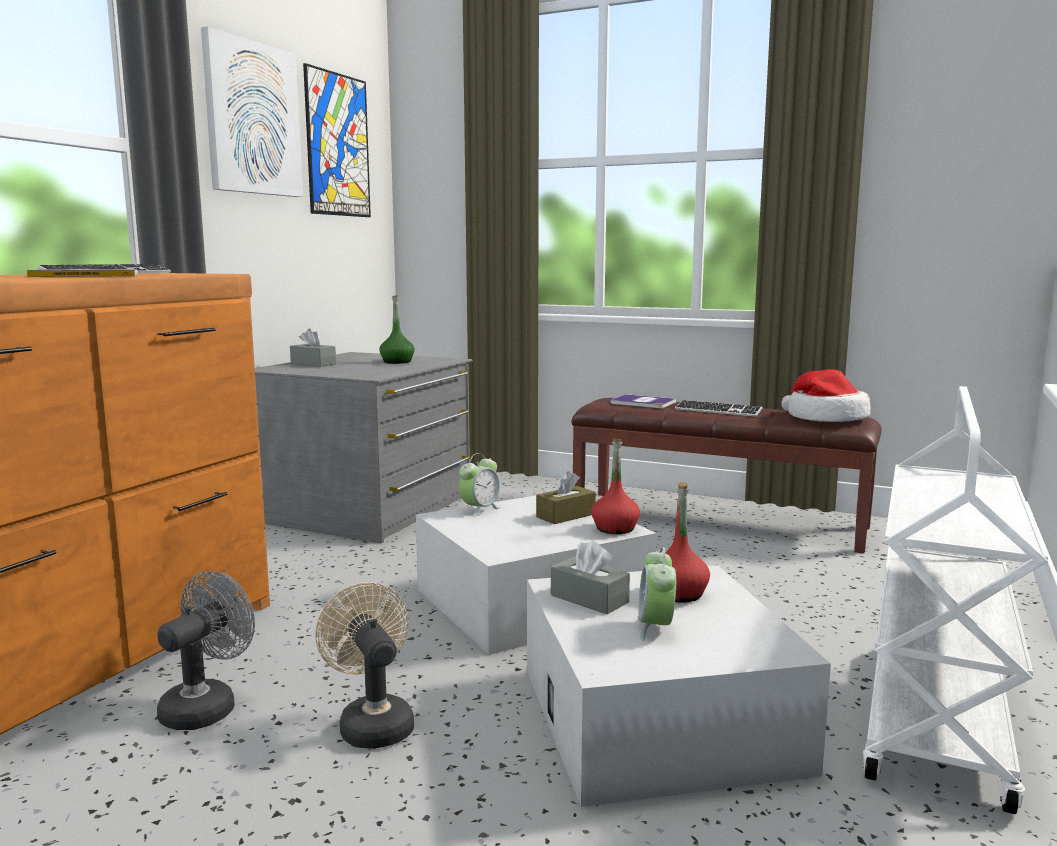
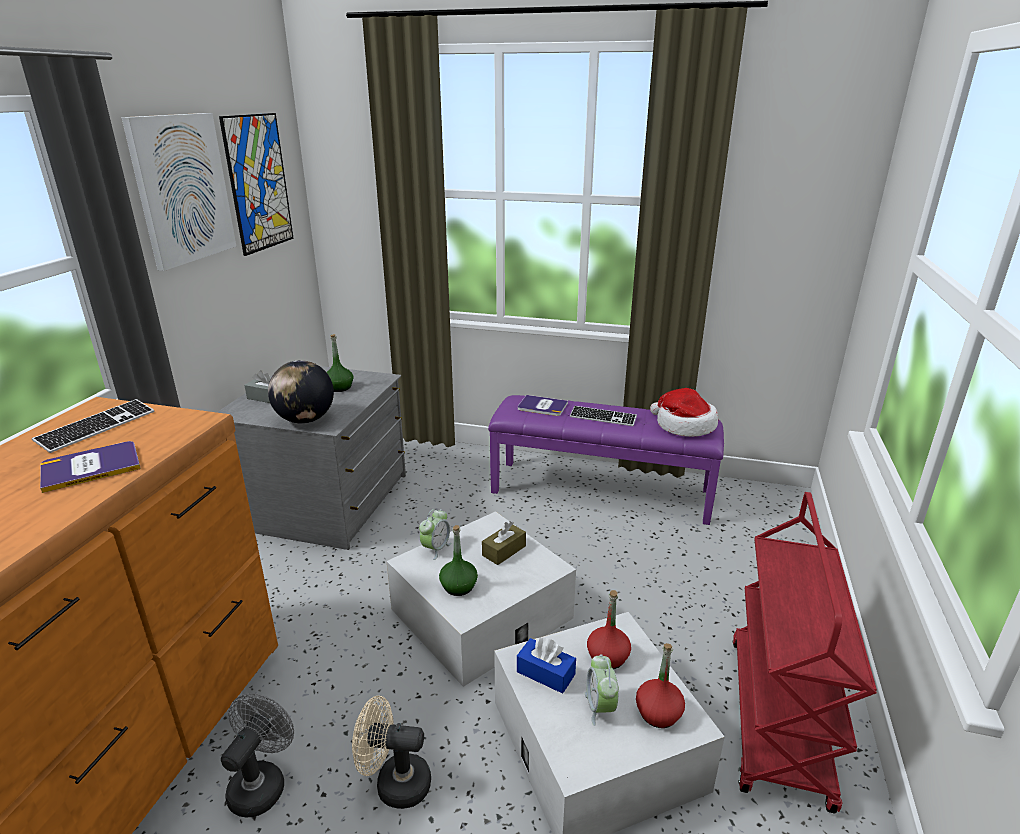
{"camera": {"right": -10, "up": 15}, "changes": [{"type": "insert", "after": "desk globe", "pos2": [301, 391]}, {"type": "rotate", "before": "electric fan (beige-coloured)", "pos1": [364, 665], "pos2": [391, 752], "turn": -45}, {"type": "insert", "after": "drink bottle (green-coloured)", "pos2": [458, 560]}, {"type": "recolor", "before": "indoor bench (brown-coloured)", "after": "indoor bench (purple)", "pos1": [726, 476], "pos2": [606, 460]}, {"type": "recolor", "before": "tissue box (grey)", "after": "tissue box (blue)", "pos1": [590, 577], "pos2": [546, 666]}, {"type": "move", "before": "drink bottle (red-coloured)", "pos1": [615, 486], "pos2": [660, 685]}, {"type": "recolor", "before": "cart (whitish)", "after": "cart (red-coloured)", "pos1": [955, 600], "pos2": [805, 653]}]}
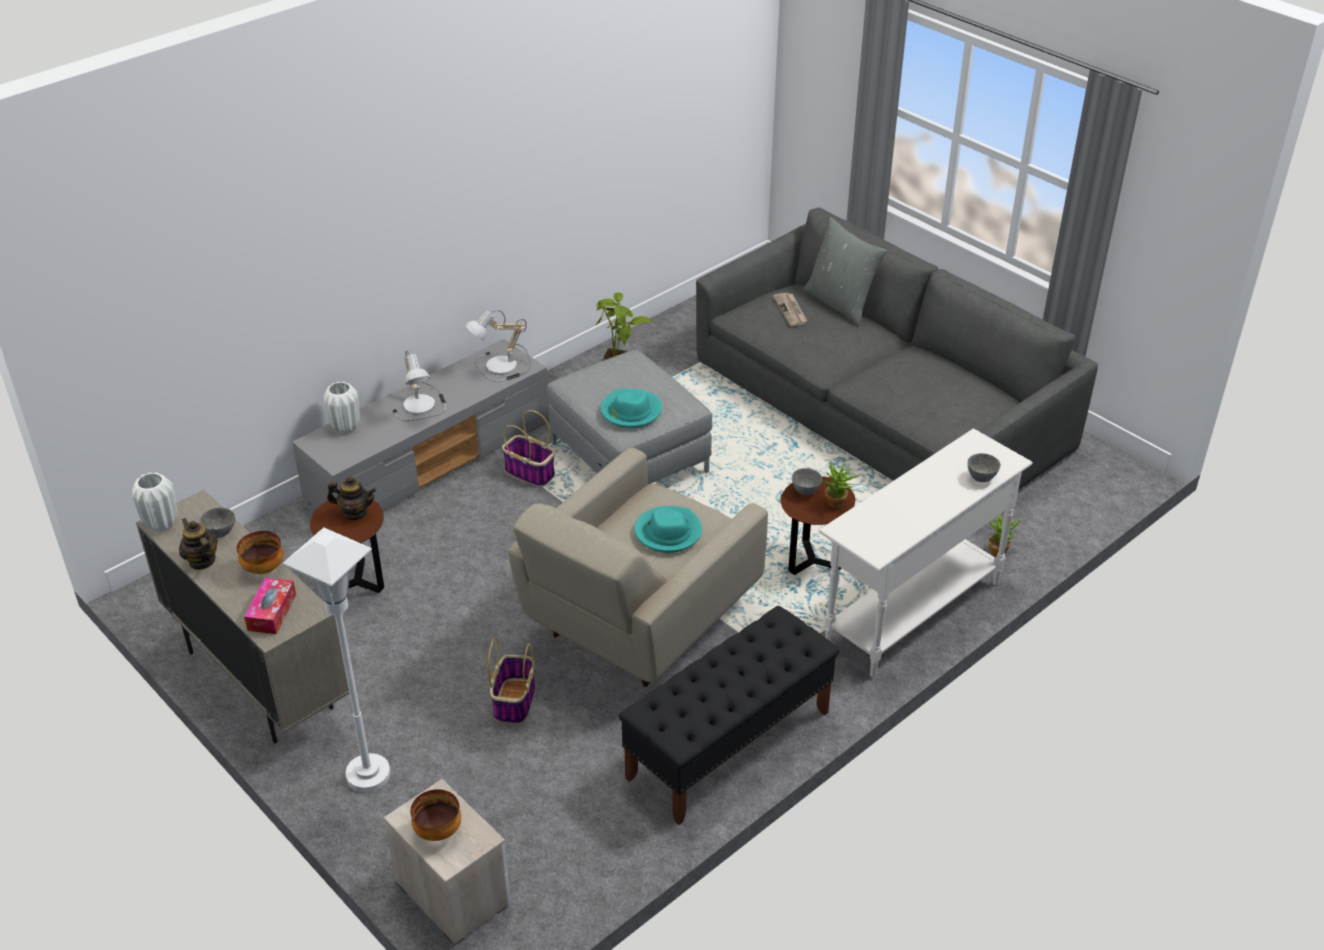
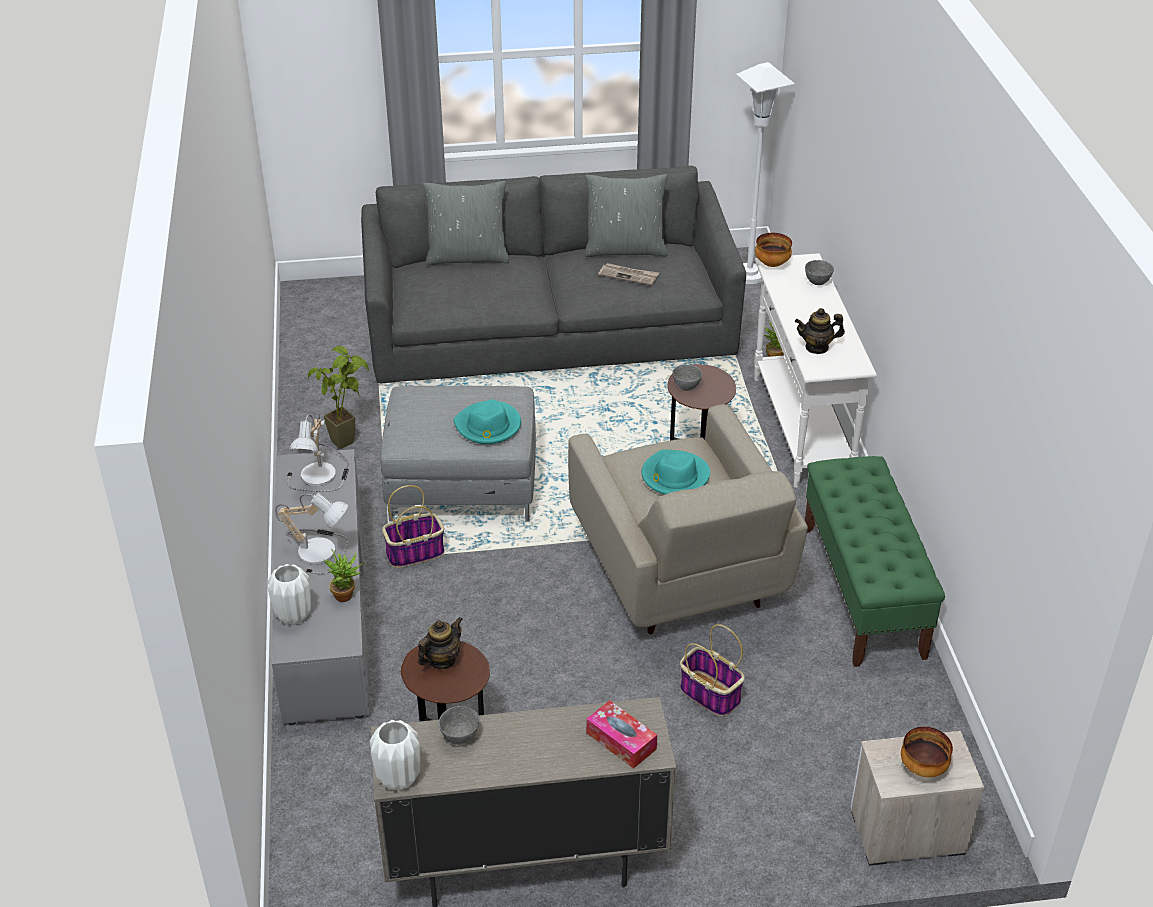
{"camera": {"right": -55, "up": 0}, "changes": [{"type": "move", "before": "potted plant", "pos1": [841, 484], "pos2": [344, 575]}, {"type": "insert", "after": "pillow (grey)", "pos2": [626, 215]}, {"type": "move", "before": "daily paper", "pos1": [790, 309], "pos2": [628, 274]}, {"type": "move", "before": "standing lamp (whitish)", "pos1": [336, 659], "pos2": [765, 173]}, {"type": "move", "before": "deep dish", "pos1": [260, 552], "pos2": [773, 250]}, {"type": "move", "before": "teapot", "pos1": [198, 544], "pos2": [820, 331]}, {"type": "recolor", "before": "indoor bench (black-coloured)", "after": "indoor bench (green-coloured)", "pos1": [729, 715], "pos2": [875, 561]}]}
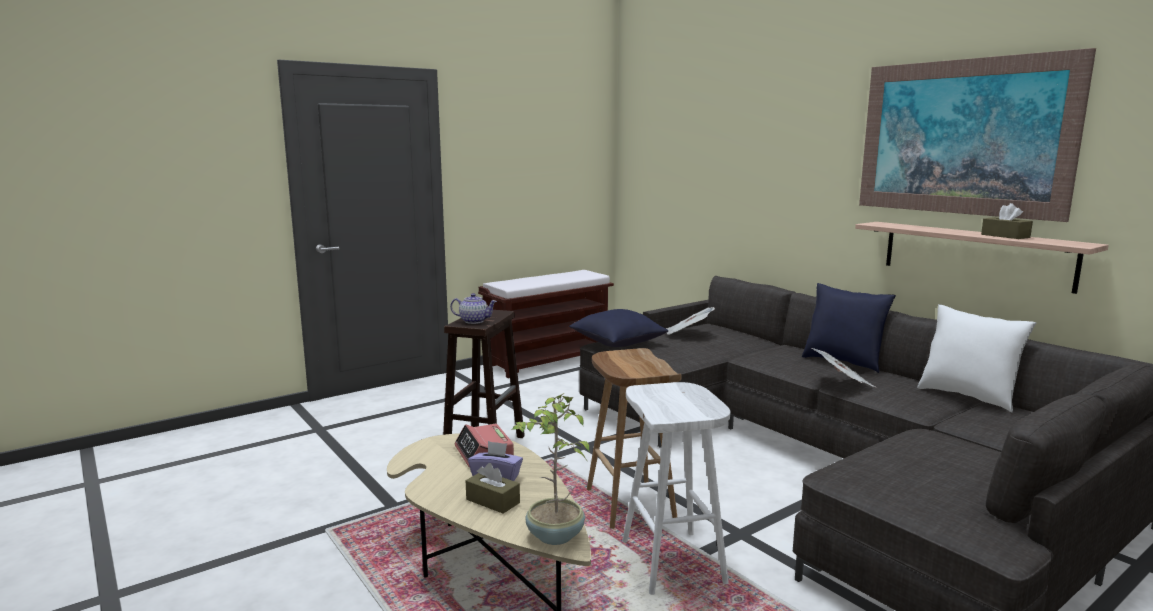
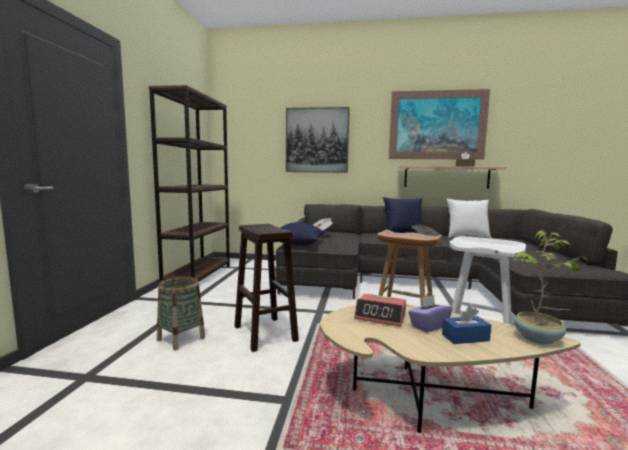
{"camera": {"right": -45, "up": -5}, "changes": [{"type": "replace", "before": "indoor bench (brown-coloured)", "after": "shelving unit (brown-coloured)", "pos1": [546, 324], "pos2": [189, 183]}, {"type": "insert", "after": "storage basket", "pos2": [181, 313]}, {"type": "insert", "after": "picture", "pos2": [318, 140]}, {"type": "recolor", "before": "tissue box (brown-coloured)", "after": "tissue box (blue)", "pos1": [493, 488], "pos2": [466, 325]}, {"type": "delete", "before": "teapot", "pos1": [473, 308]}]}
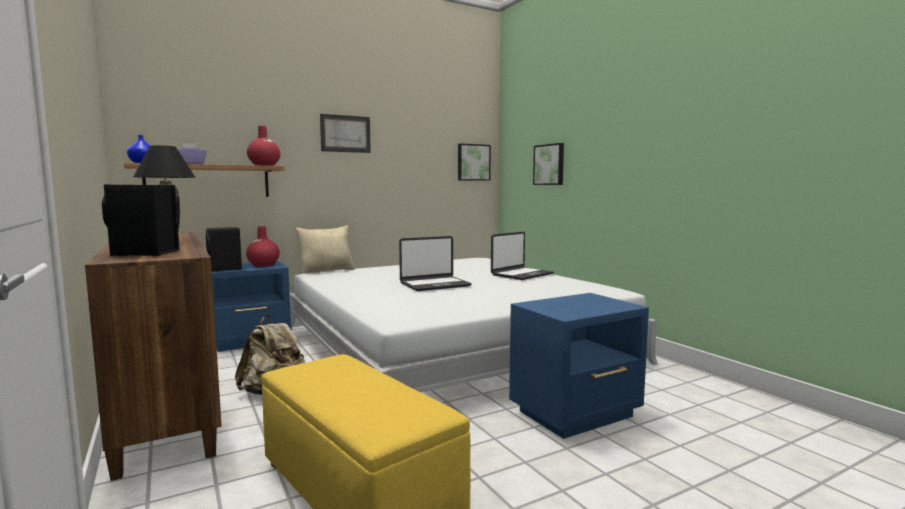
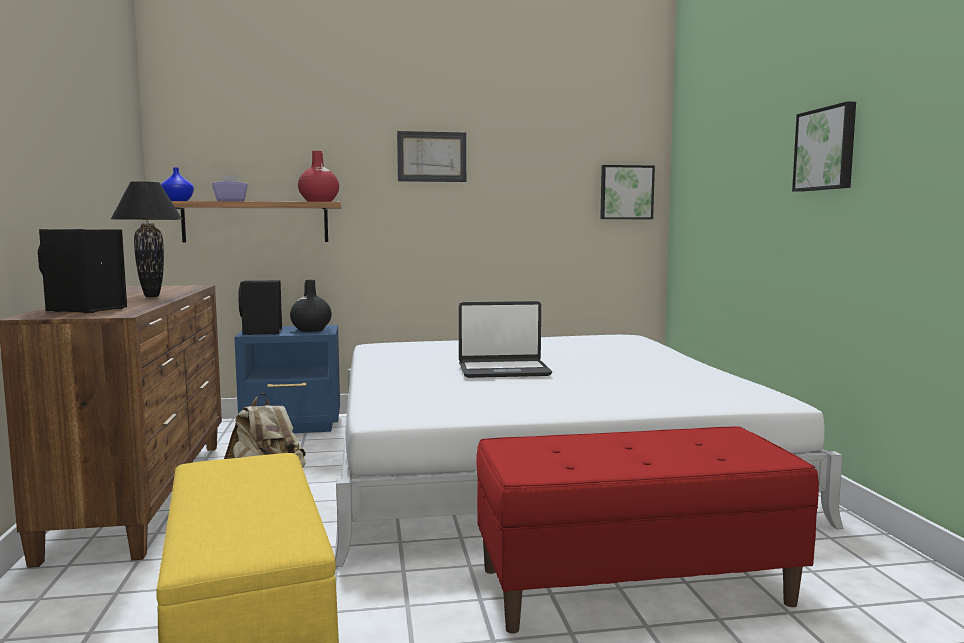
{"camera": {"right": 20, "up": 0}, "changes": [{"type": "recolor", "before": "vase (red-coloured)", "after": "vase (black-coloured)", "pos1": [263, 246], "pos2": [311, 306]}, {"type": "replace", "before": "nightstand (blue)", "after": "indoor bench (red-coloured)", "pos1": [579, 366], "pos2": [647, 530]}, {"type": "move", "before": "picture", "pos1": [548, 164], "pos2": [824, 147]}, {"type": "delete", "before": "pillow (beige-coloured)", "pos1": [325, 249]}, {"type": "delete", "before": "notebook computer", "pos1": [522, 256]}]}
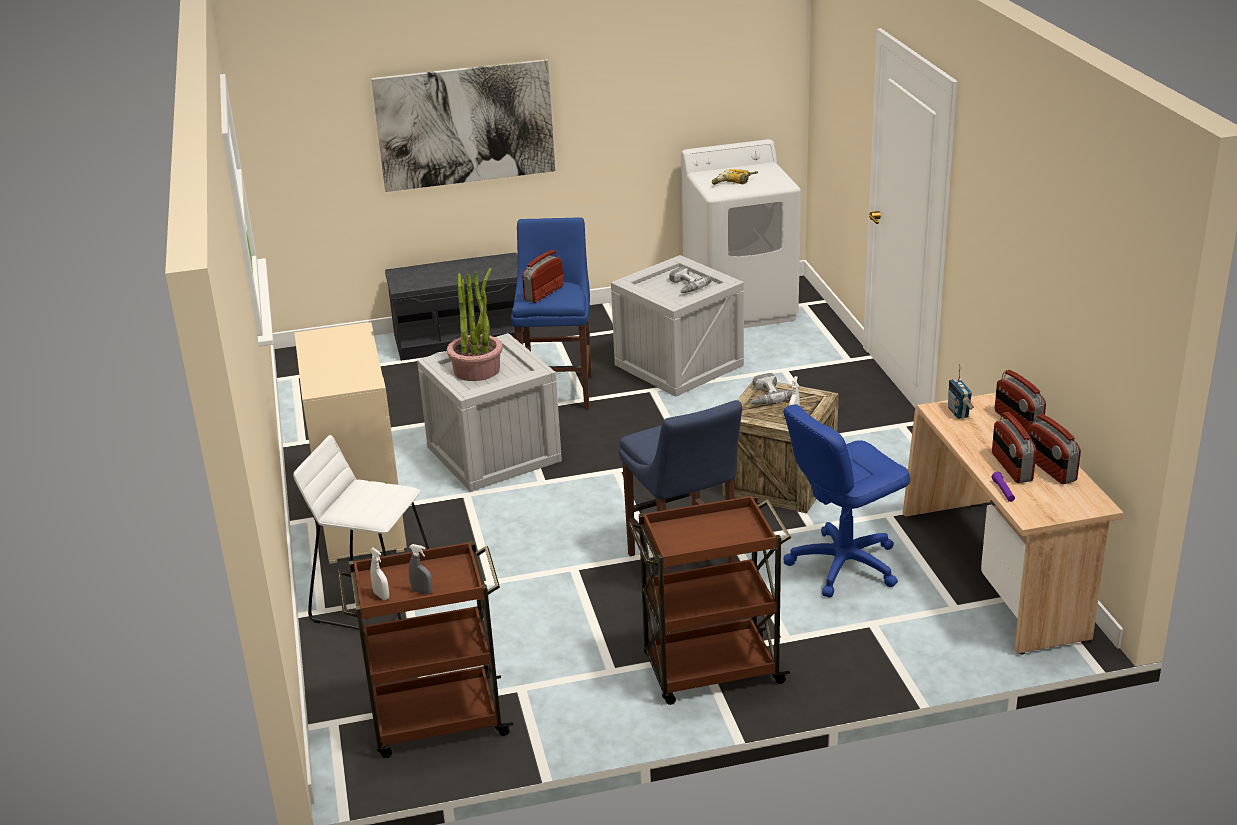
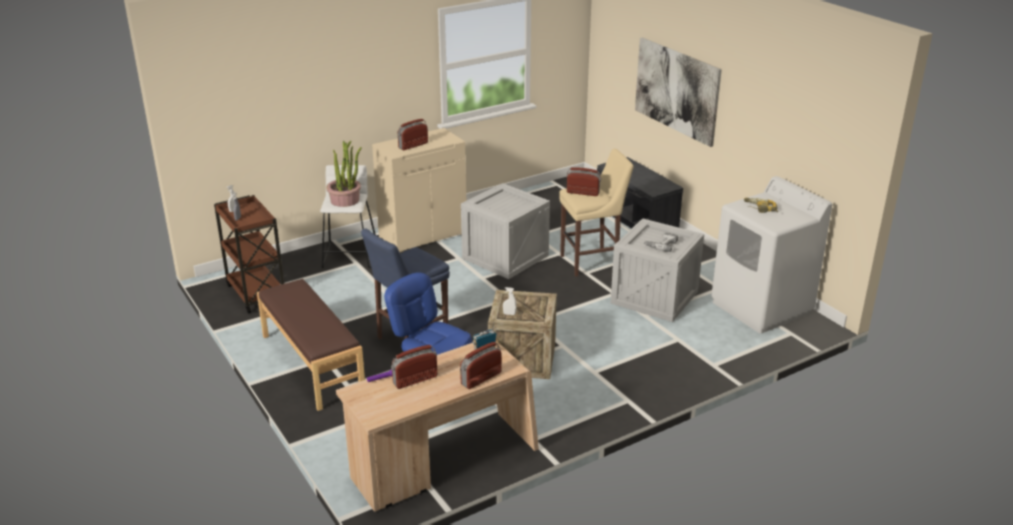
{"camera": {"right": 70, "up": 0}, "changes": [{"type": "replace", "before": "cart (brown-coloured)", "after": "indoor bench (brown-coloured)", "pos1": [709, 600], "pos2": [311, 345]}, {"type": "move", "before": "potted plant", "pos1": [475, 324], "pos2": [344, 174]}, {"type": "move", "before": "radio receiver", "pos1": [1054, 449], "pos2": [413, 134]}, {"type": "recolor", "before": "sitting stool (blue)", "after": "sitting stool (beige-coloured)", "pos1": [551, 313], "pos2": [596, 213]}, {"type": "delete", "before": "electric drill", "pos1": [771, 389]}]}
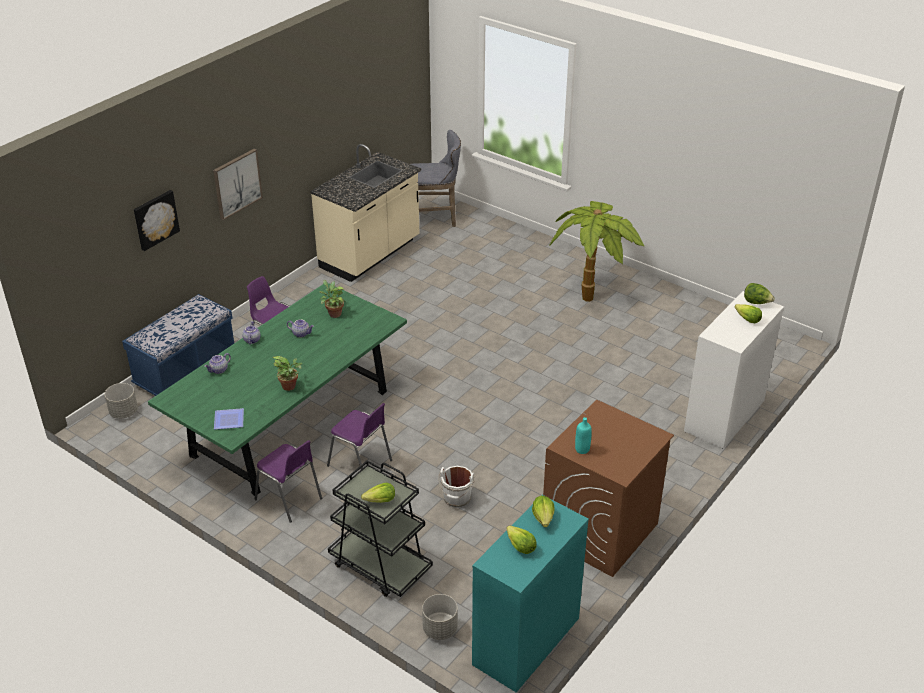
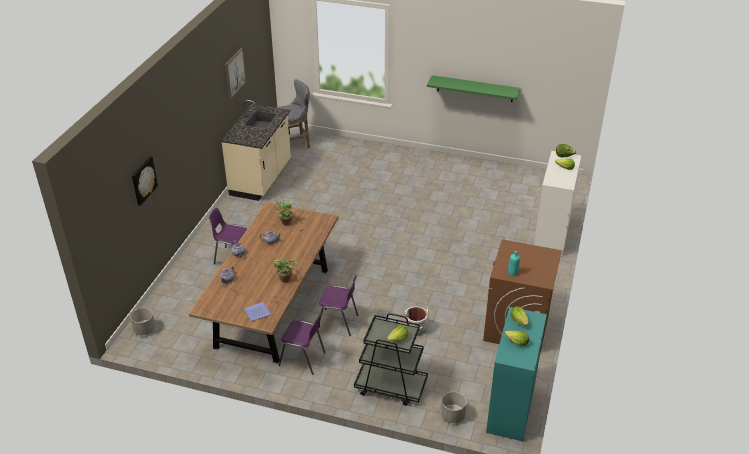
{"camera": {"right": -20, "up": 0}, "changes": [{"type": "recolor", "before": "kitchen table (green-coloured)", "after": "kitchen table (brown-coloured)", "pos1": [277, 389], "pos2": [263, 283]}, {"type": "move", "before": "picture", "pos1": [238, 184], "pos2": [236, 73]}, {"type": "insert", "after": "shelf (green-coloured)", "pos2": [473, 88]}, {"type": "delete", "before": "indoor bench (blue)", "pos1": [178, 345]}, {"type": "delete", "before": "potted plant", "pos1": [596, 251]}]}
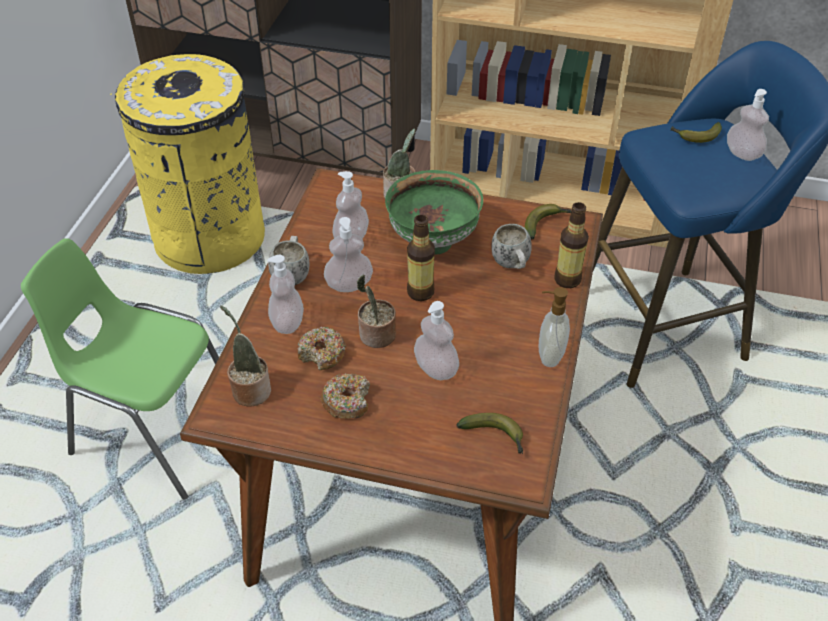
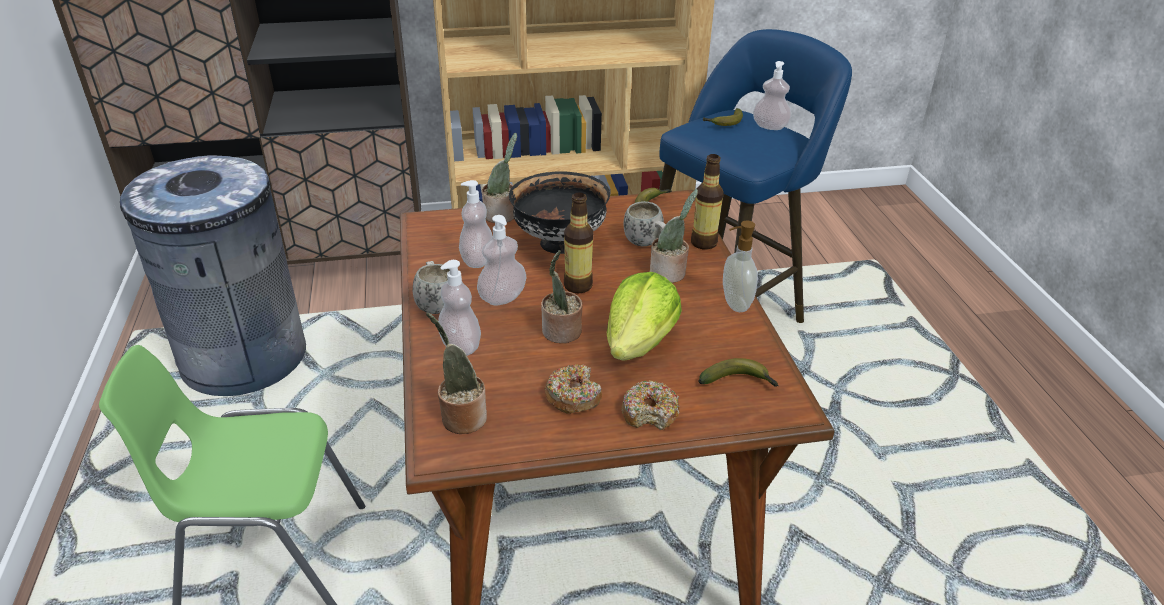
{"camera": {"right": -25, "up": -10}, "changes": [{"type": "recolor", "before": "waste bin (yellow-coloured)", "after": "waste bin (grey)", "pos1": [187, 164], "pos2": [209, 275]}, {"type": "recolor", "before": "deep dish (green-coloured)", "after": "deep dish (black-coloured)", "pos1": [434, 212], "pos2": [559, 212]}, {"type": "replace", "before": "soap dispenser", "after": "lettuce head", "pos1": [436, 340], "pos2": [644, 316]}, {"type": "move", "before": "donut", "pos1": [322, 348], "pos2": [650, 405]}, {"type": "insert", "after": "potted plant", "pos2": [674, 236]}]}
